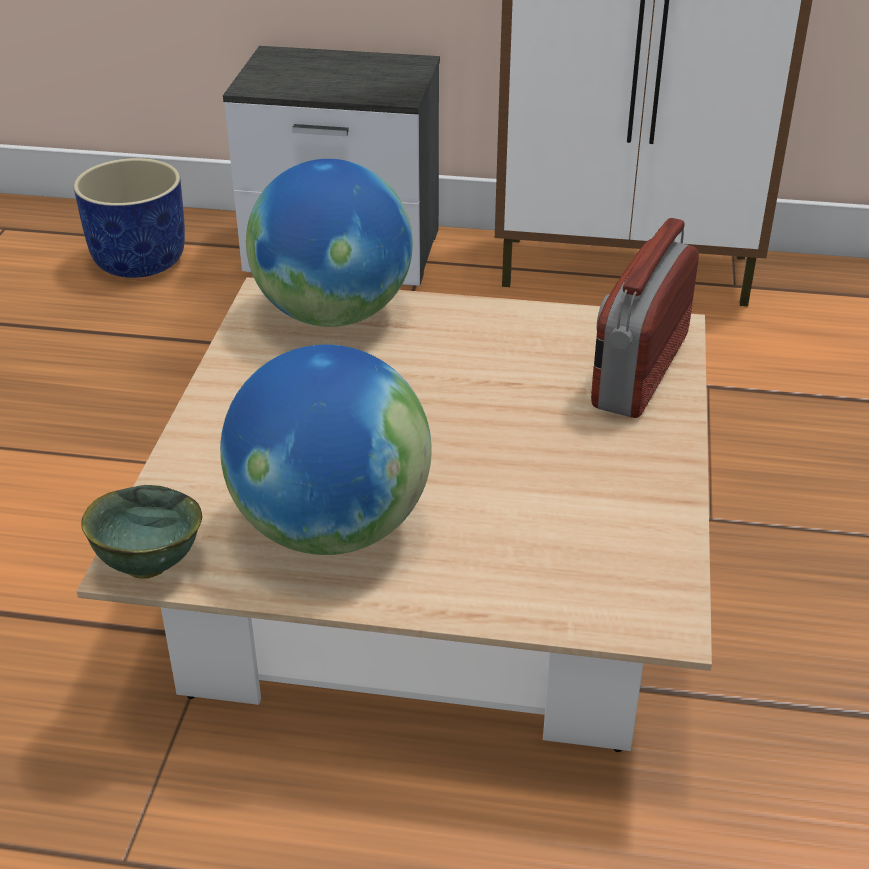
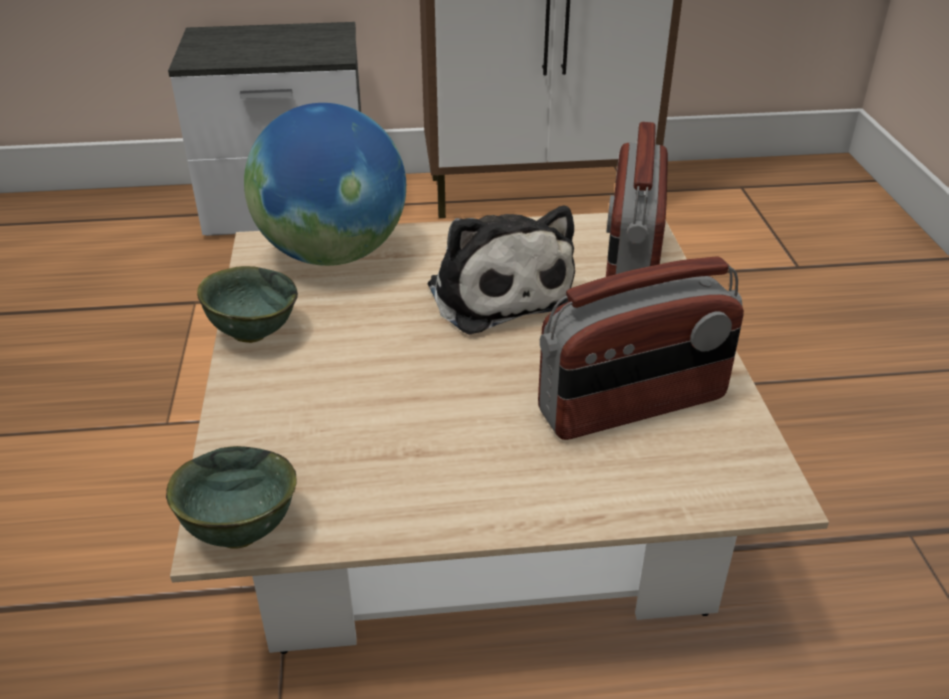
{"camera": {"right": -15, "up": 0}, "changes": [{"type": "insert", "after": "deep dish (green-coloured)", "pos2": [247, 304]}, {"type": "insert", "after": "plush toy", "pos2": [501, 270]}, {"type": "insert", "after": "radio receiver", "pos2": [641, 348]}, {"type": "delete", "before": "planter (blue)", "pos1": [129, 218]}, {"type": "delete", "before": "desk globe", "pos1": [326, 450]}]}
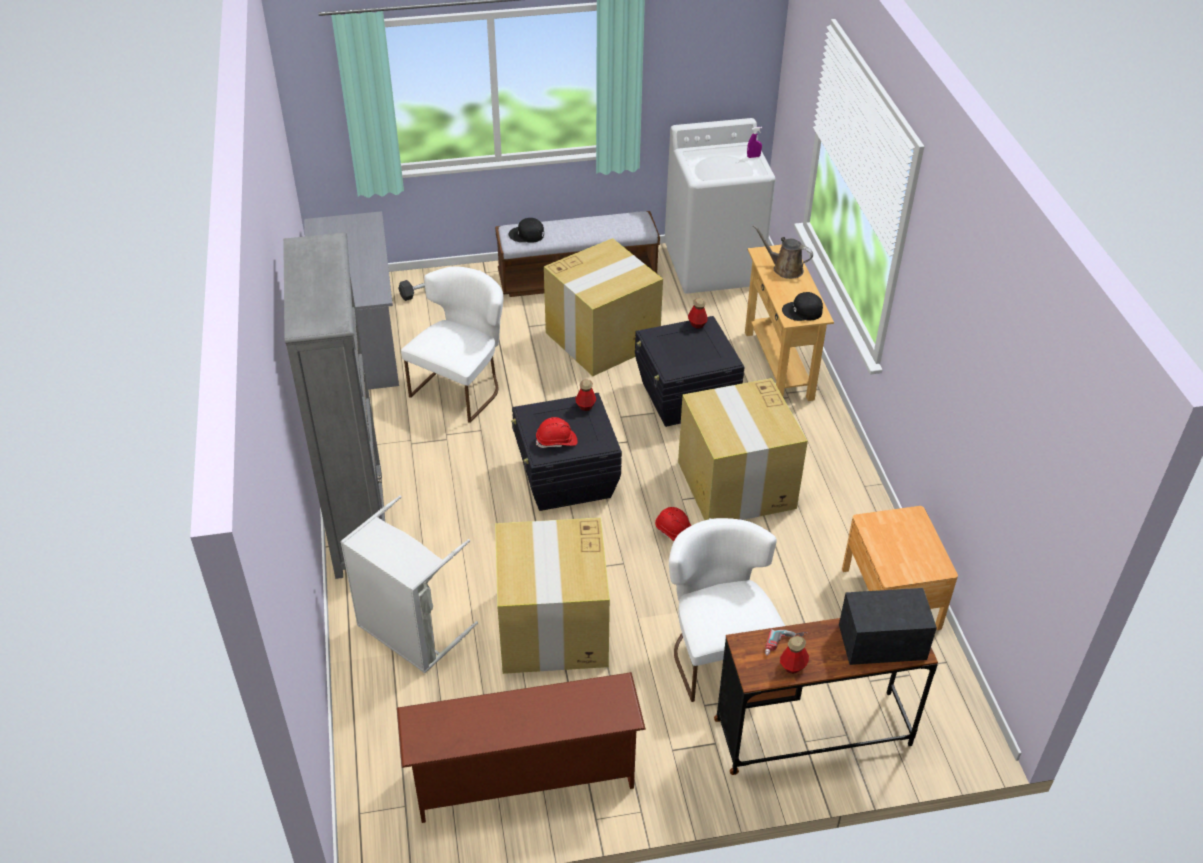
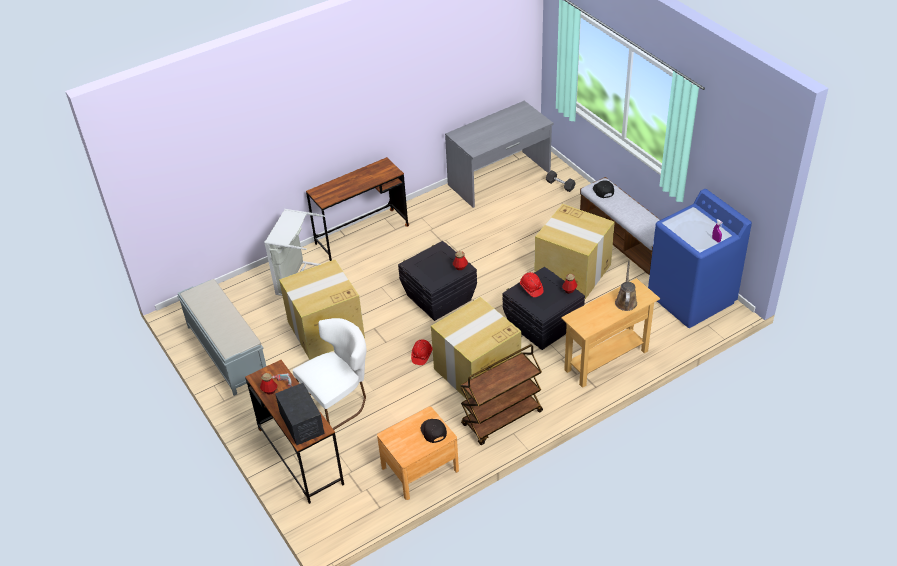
{"camera": {"right": 70, "up": 0}, "changes": [{"type": "replace", "before": "shoe rack (brown-coloured)", "after": "indoor bench (grey)", "pos1": [521, 747], "pos2": [221, 337]}, {"type": "replace", "before": "shelving unit (grey)", "after": "desk unit (brown-coloured)", "pos1": [334, 405], "pos2": [357, 209]}, {"type": "move", "before": "peaked cap (black-coloured)", "pos1": [802, 306], "pos2": [434, 431]}, {"type": "insert", "after": "cart (brown-coloured)", "pos2": [501, 394]}, {"type": "move", "before": "hard hat (red-coloured)", "pos1": [557, 432], "pos2": [531, 284]}, {"type": "recolor", "before": "laundry machine (whitish)", "after": "laundry machine (blue)", "pos1": [720, 206], "pos2": [700, 258]}, {"type": "delete", "before": "upright chair (whitish)", "pos1": [452, 344]}]}
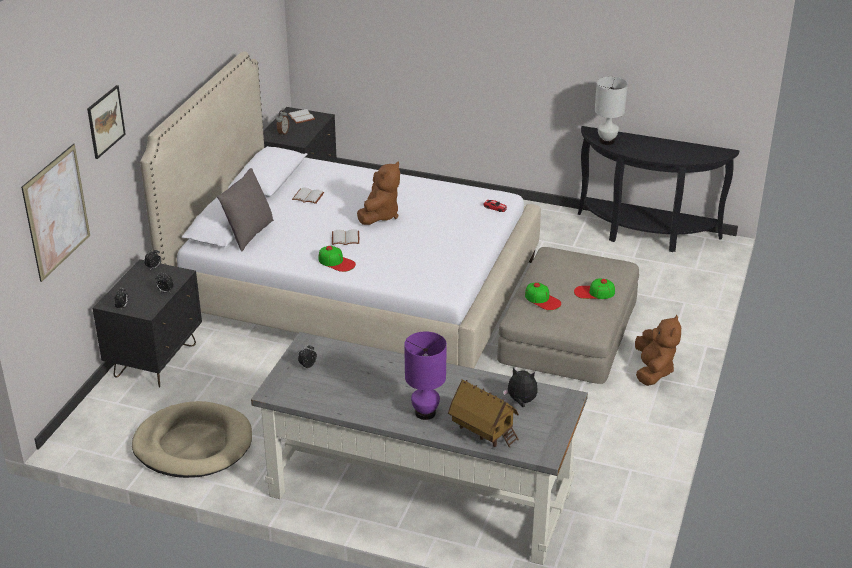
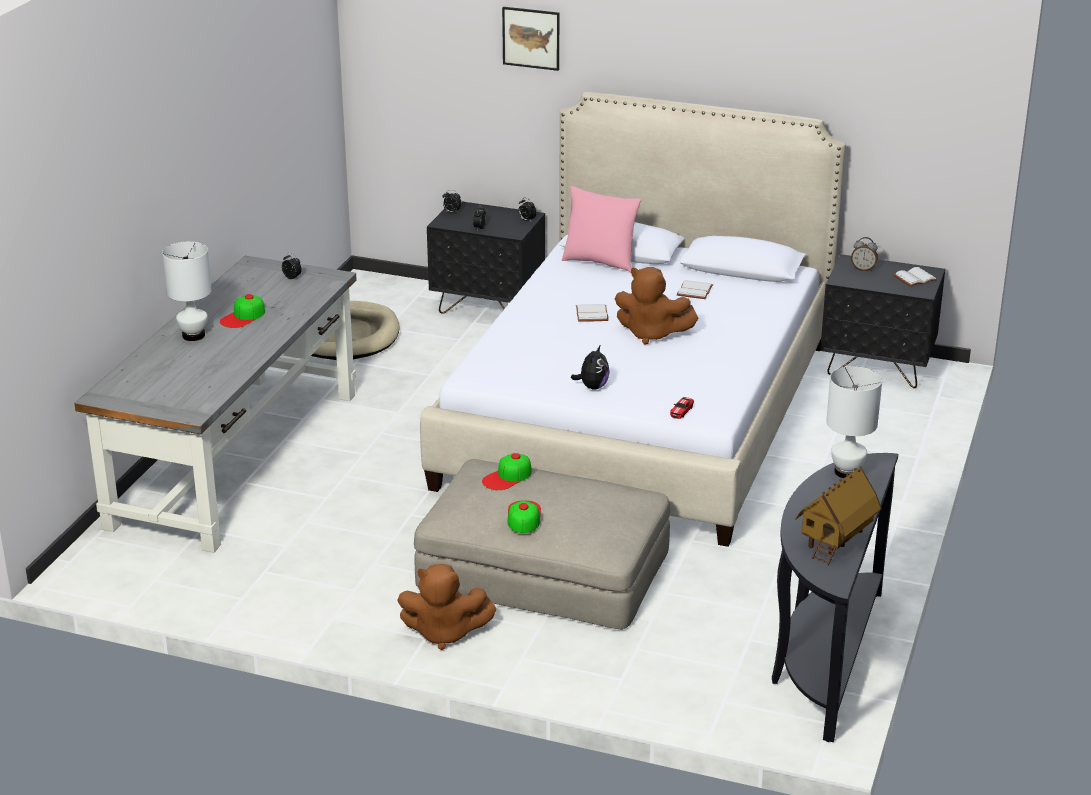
{"camera": {"right": 90, "up": -5}, "changes": [{"type": "recolor", "before": "lamp for a table (purple)", "after": "lamp for a table (whitish)", "pos1": [425, 376], "pos2": [187, 291]}, {"type": "move", "before": "peaked cap", "pos1": [337, 259], "pos2": [242, 311]}, {"type": "recolor", "before": "pillow (grey)", "after": "pillow (pinkish)", "pos1": [245, 210], "pos2": [602, 229]}, {"type": "move", "before": "plush toy", "pos1": [520, 387], "pos2": [590, 367]}, {"type": "move", "before": "model house", "pos1": [483, 414], "pos2": [838, 516]}, {"type": "delete", "before": "picture", "pos1": [55, 213]}]}
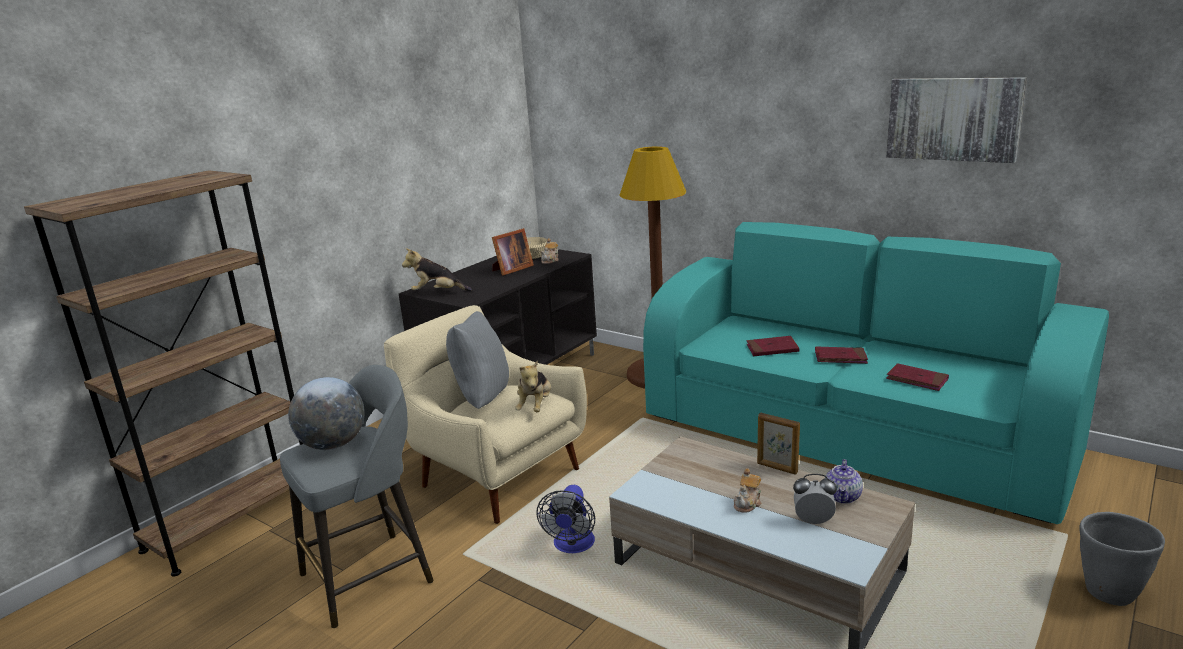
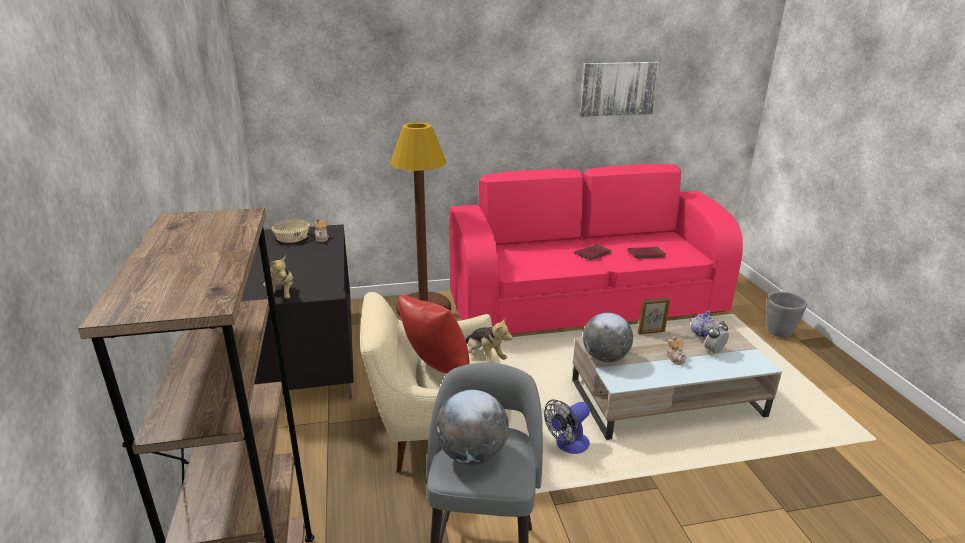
{"camera": {"right": -50, "up": 5}, "changes": [{"type": "rotate", "before": "plush toy", "pos1": [437, 269], "pos2": [278, 277], "turn": -60}, {"type": "recolor", "before": "pillow (grey)", "after": "pillow (red-coloured)", "pos1": [477, 360], "pos2": [434, 334]}, {"type": "recolor", "before": "sofa (blue-green)", "after": "sofa (pinkish)", "pos1": [876, 373], "pos2": [596, 249]}, {"type": "rotate", "before": "electric fan", "pos1": [566, 519], "pos2": [567, 427], "turn": 90}, {"type": "insert", "after": "desk globe", "pos2": [608, 337]}, {"type": "rotate", "before": "teapot", "pos1": [844, 481], "pos2": [703, 324], "turn": -120}, {"type": "delete", "before": "standing frame", "pos1": [513, 252]}, {"type": "delete", "before": "volume (red-coloured)", "pos1": [773, 346]}]}
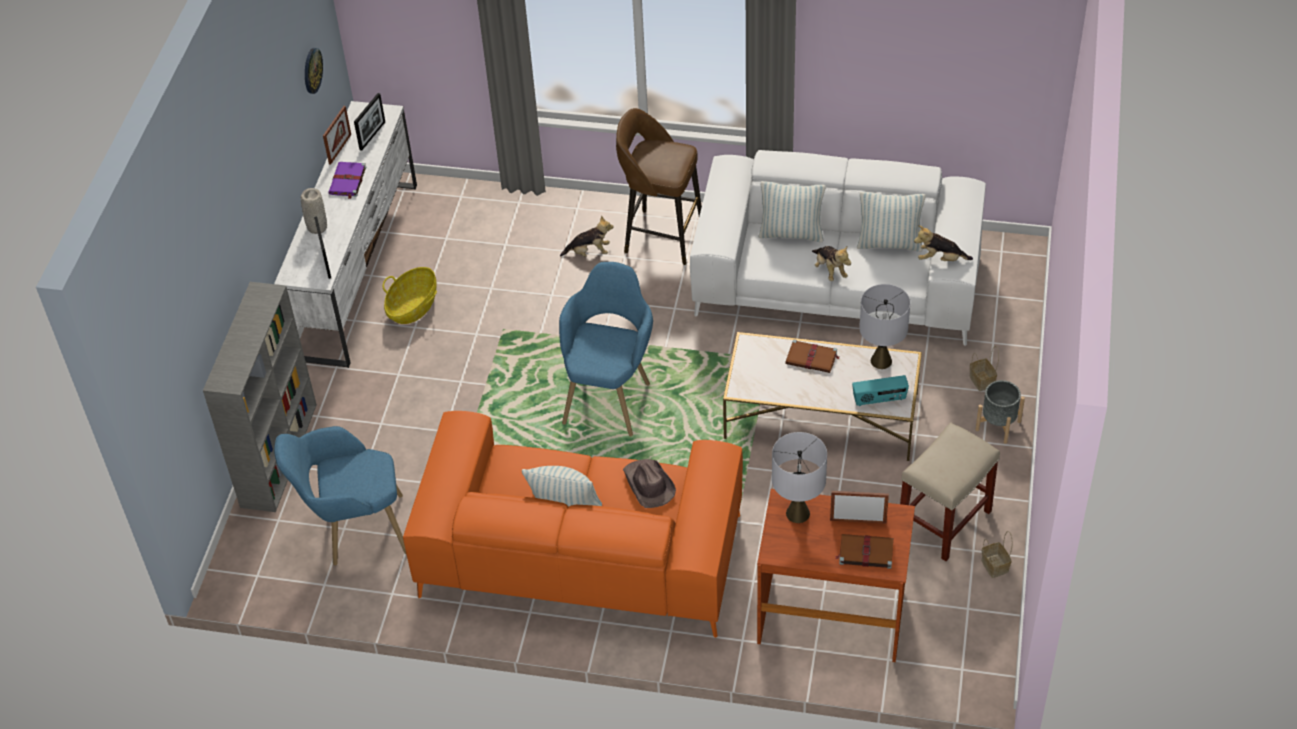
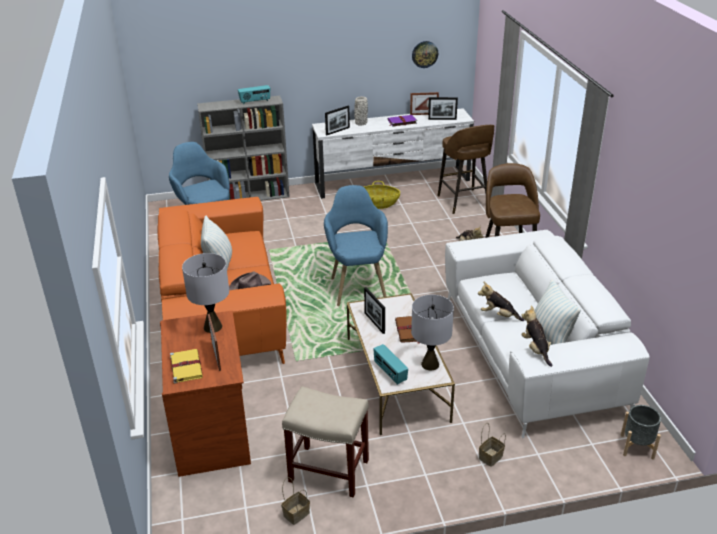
{"camera": {"right": 65, "up": -15}, "changes": [{"type": "recolor", "before": "volume (brown-coloured)", "after": "volume (yellow-coloured)", "pos1": [864, 551], "pos2": [186, 366]}, {"type": "insert", "after": "radio receiver", "pos2": [254, 94]}, {"type": "rotate", "before": "armchair (blue)", "pos1": [606, 349], "pos2": [356, 245], "turn": -90}, {"type": "insert", "after": "standing frame", "pos2": [374, 310]}, {"type": "insert", "after": "sitting stool (brown-coloured)", "pos2": [465, 169]}, {"type": "rotate", "before": "plush toy", "pos1": [831, 263], "pos2": [501, 301], "turn": 75}, {"type": "move", "before": "planter (grey)", "pos1": [1000, 412], "pos2": [641, 432]}, {"type": "delete", "before": "pillow", "pos1": [792, 211]}]}
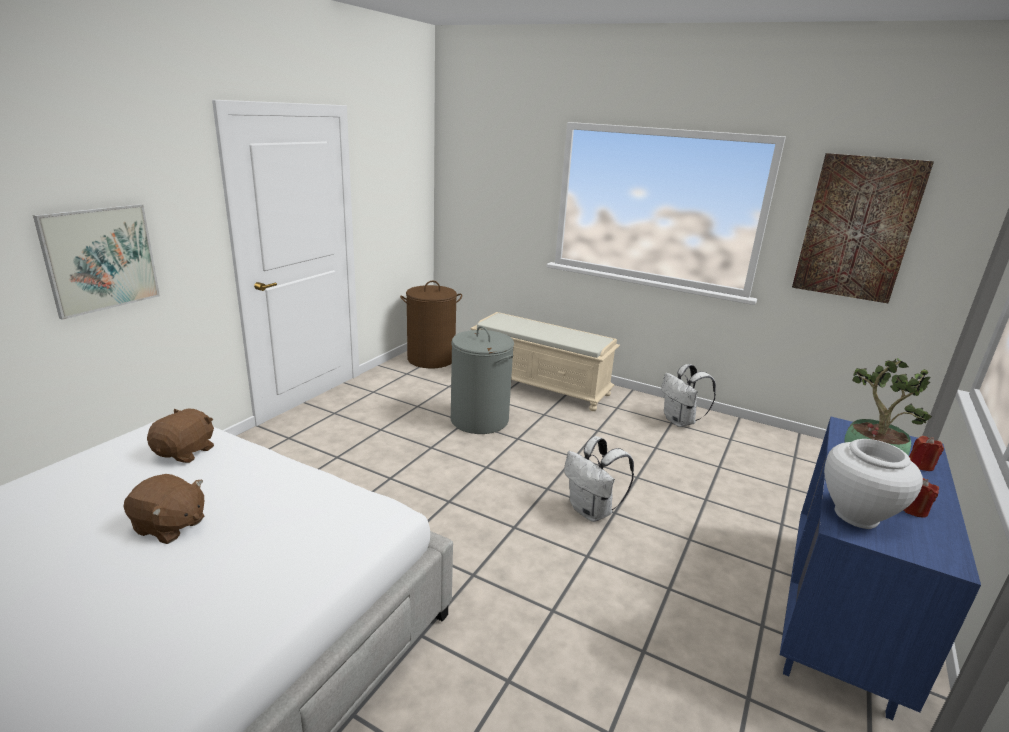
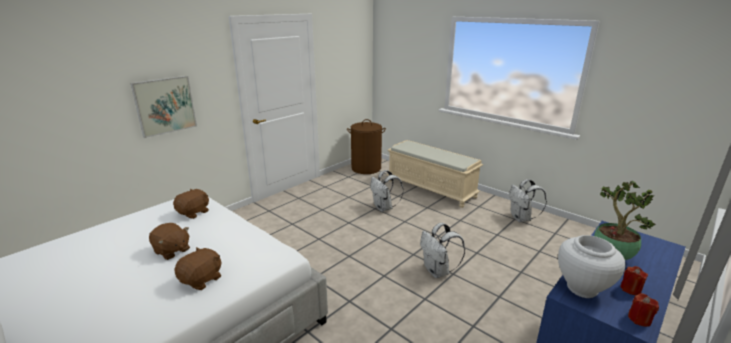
{"camera": {"right": 15, "up": 0}, "changes": [{"type": "insert", "after": "plush toy (brown-coloured)", "pos2": [198, 268]}, {"type": "replace", "before": "laundry basket (grey)", "after": "backpack (whitish)", "pos1": [482, 380], "pos2": [387, 191]}, {"type": "move", "before": "wax light (red-coloured)", "pos1": [926, 453], "pos2": [643, 310]}, {"type": "delete", "before": "picture", "pos1": [863, 228]}]}
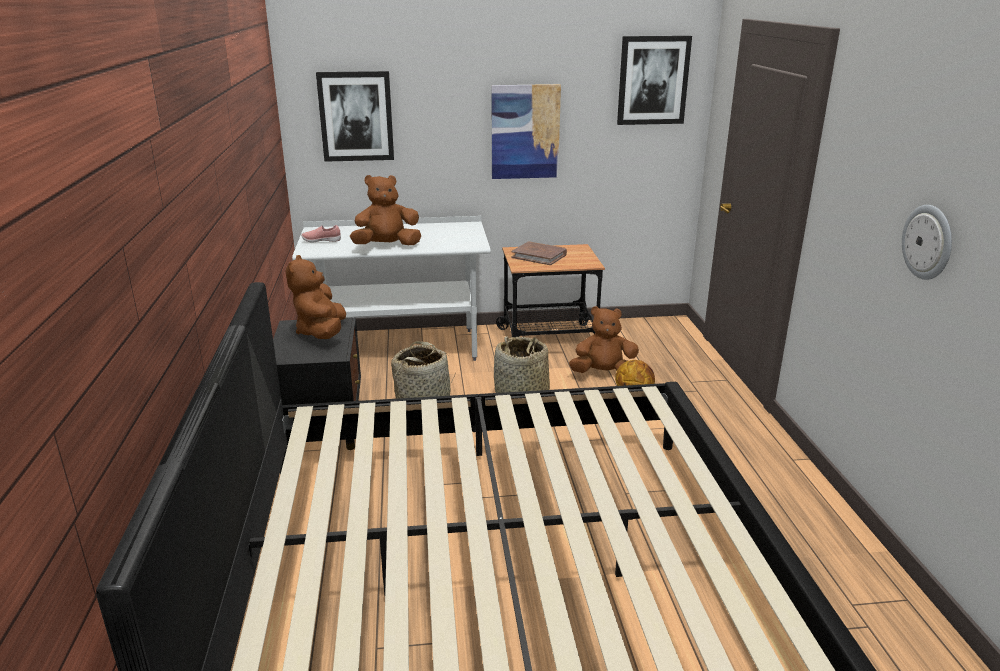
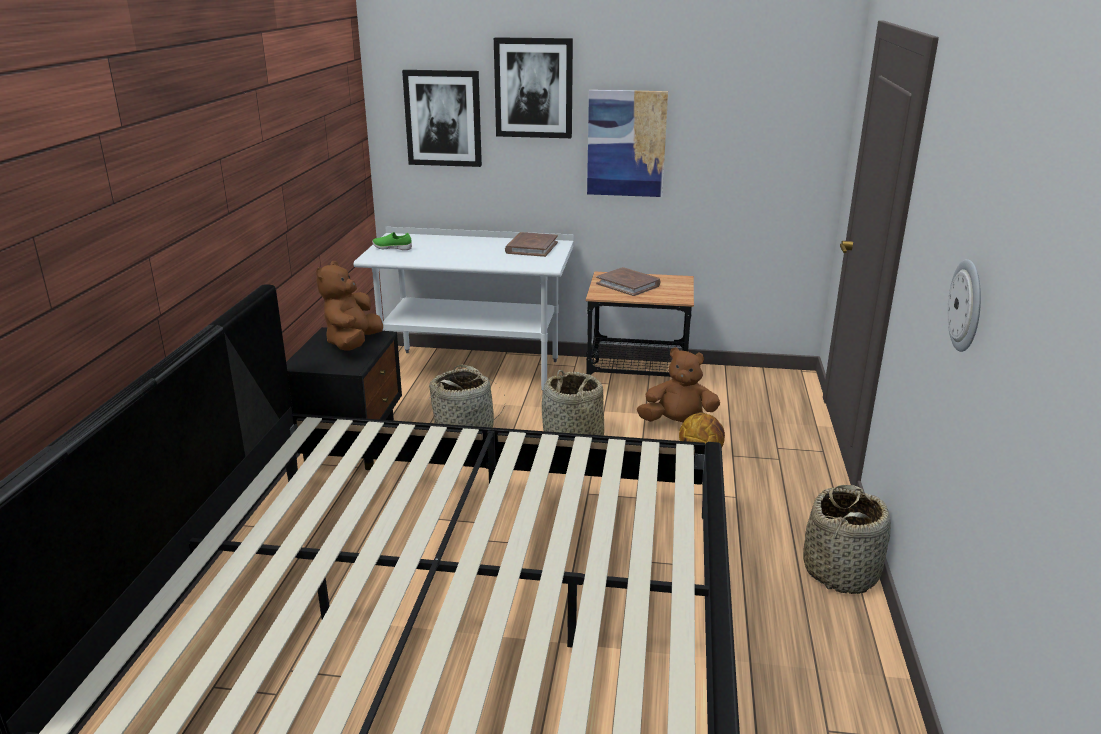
{"camera": {"right": 15, "up": 0}, "changes": [{"type": "recolor", "before": "shoe (pinkish)", "after": "shoe (green-coloured)", "pos1": [321, 234], "pos2": [392, 241]}, {"type": "move", "before": "picture", "pos1": [654, 80], "pos2": [533, 87]}, {"type": "insert", "after": "volume (brown-coloured)", "pos2": [531, 244]}, {"type": "insert", "after": "storage basket", "pos2": [847, 539]}, {"type": "delete", "before": "plush toy (brown-coloured)", "pos1": [385, 210]}]}
